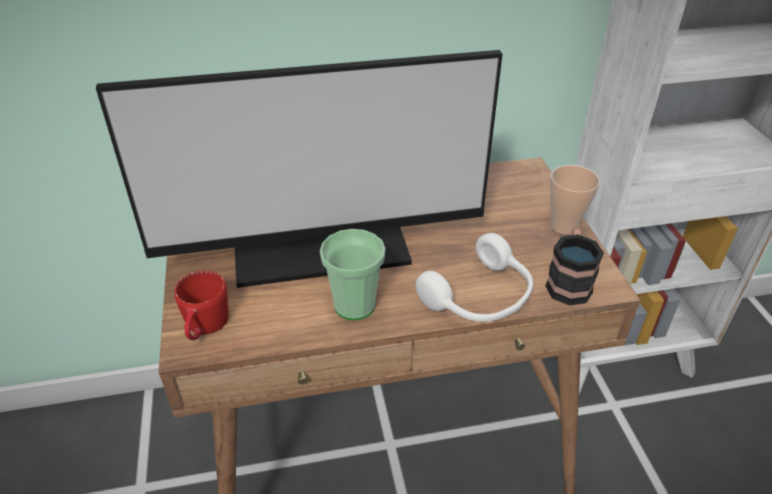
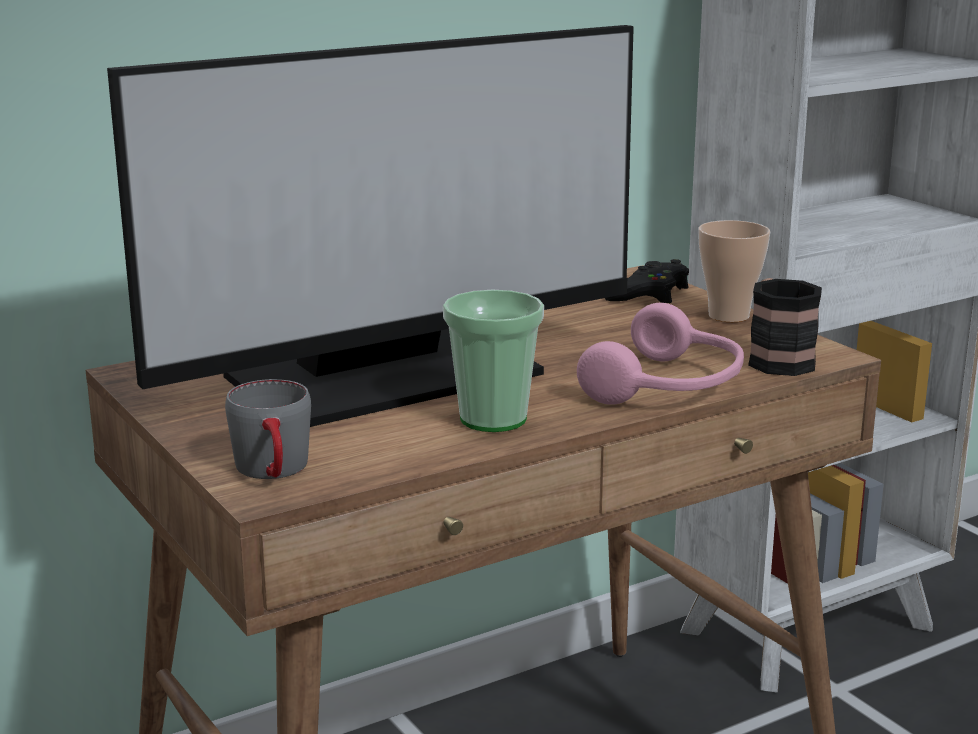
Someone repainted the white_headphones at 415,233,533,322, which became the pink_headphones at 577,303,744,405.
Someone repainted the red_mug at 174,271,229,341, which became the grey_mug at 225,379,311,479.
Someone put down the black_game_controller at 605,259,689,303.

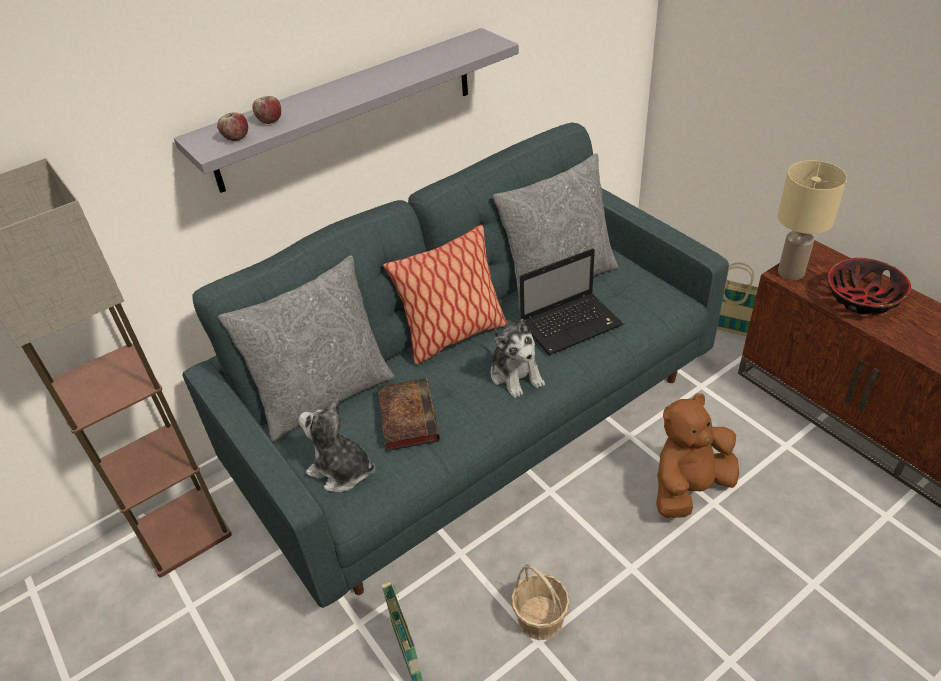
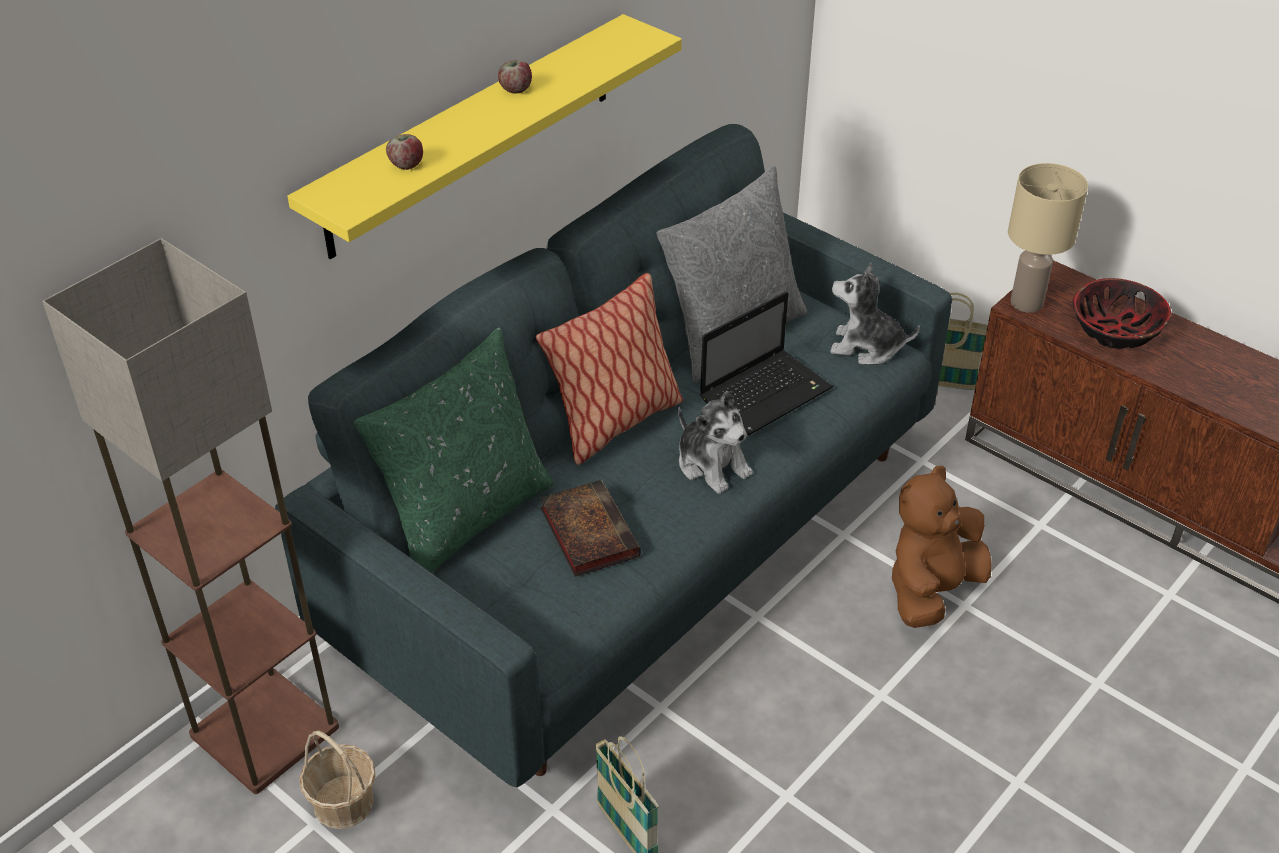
Someone repainted the grey_shelf at 174,28,519,193, which became the yellow_shelf at 287,14,682,259.
Someone carried the apple from 217,112,248,141 to 498,60,532,93.
Someone repainted the grey_pillow at 218,256,395,441, which became the green_pillow at 354,328,554,573.
Someone carried the plush_toy from 299,398,375,492 to 830,263,920,365.
Someone carried the basket from 511,564,570,640 to 299,730,376,829.

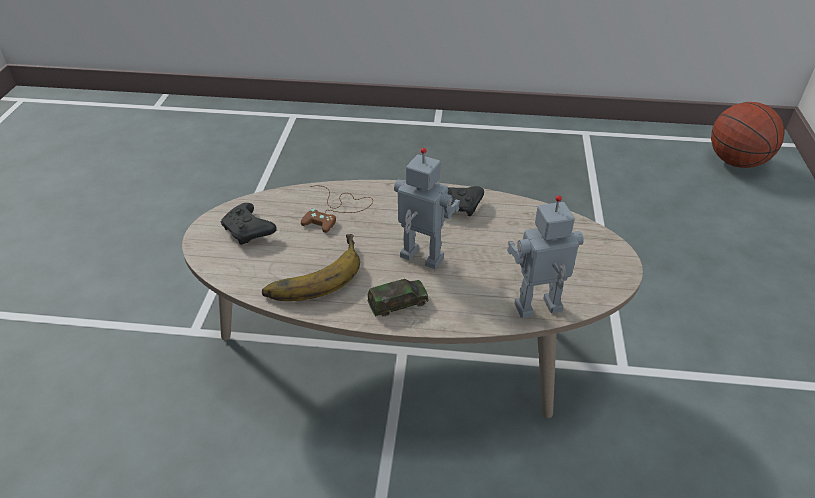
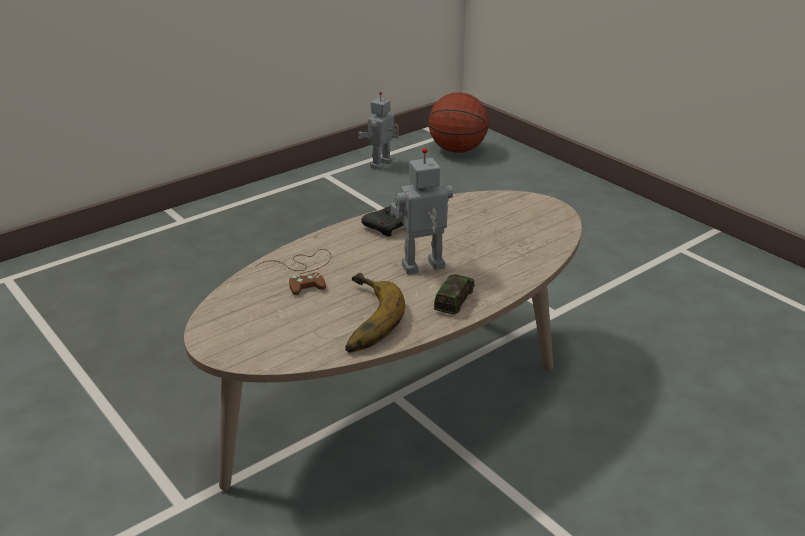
Someone carried the toy_robot from 507,195,584,318 to 358,92,399,170.
Someone took away the black_game_controller at 221,203,277,245.

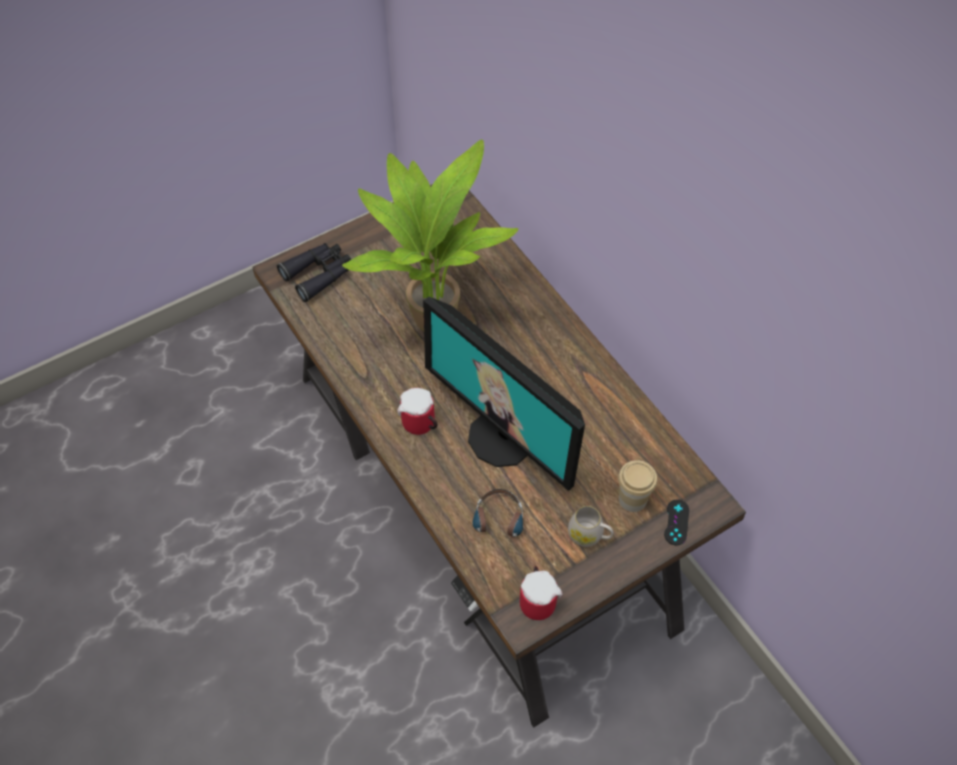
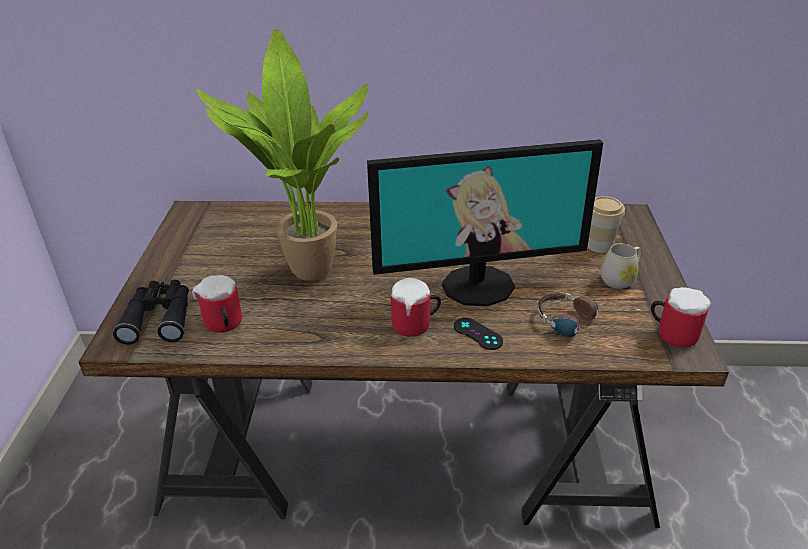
Someone carried the black_game_controller from 664,499,689,545 to 454,318,503,350.
Someone put down the mug at 192,275,242,333.

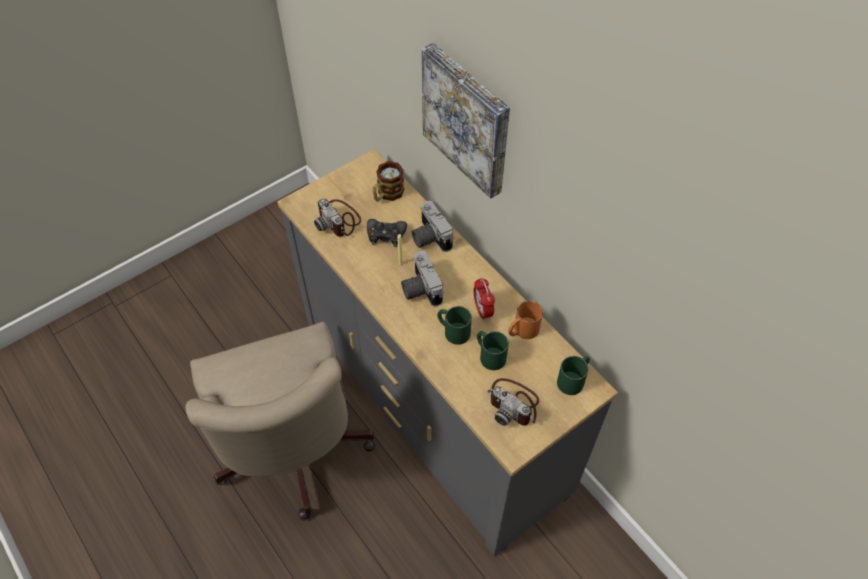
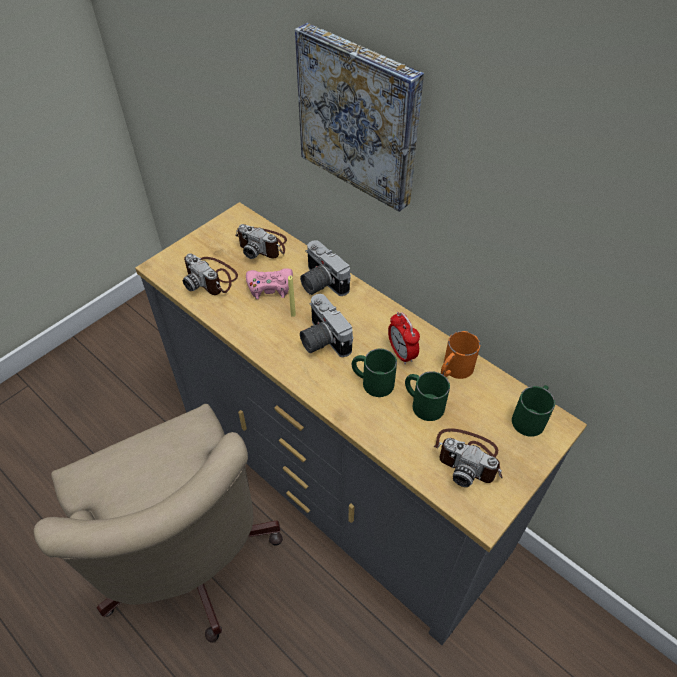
Someone swapped the mug at 373,161,404,202 for the photo_camera at 235,224,287,259.
Someone repainted the black_game_controller at 367,219,407,247, which became the pink_game_controller at 246,268,293,299.

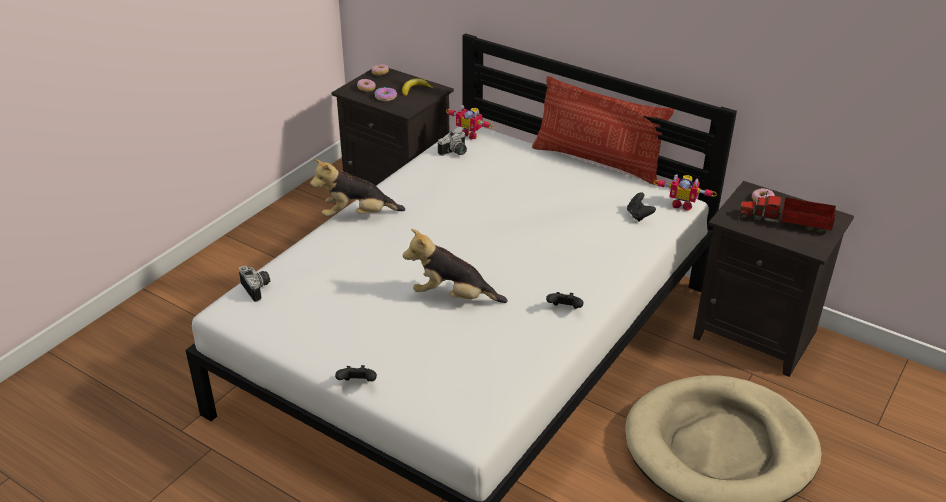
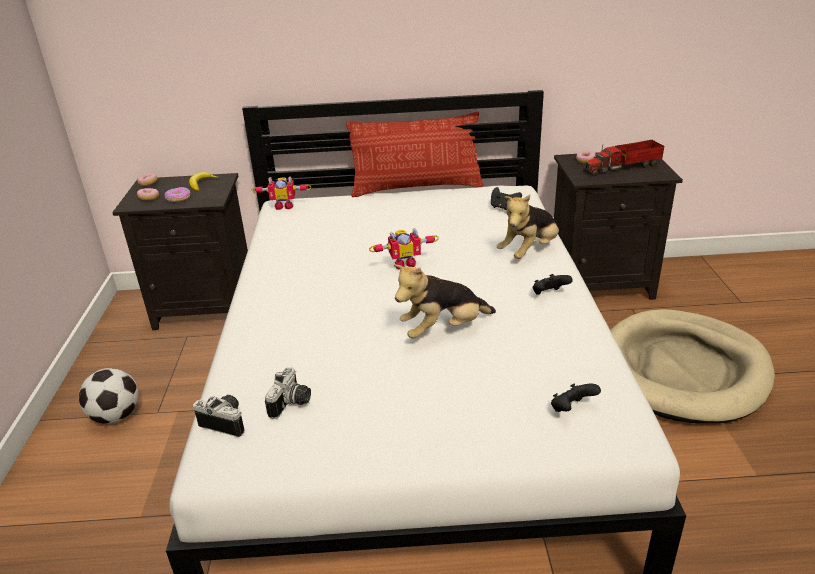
Someone carried the photo_camera from 438,130,467,156 to 265,367,311,419.
Someone carried the plush_toy from 310,159,405,216 to 497,195,559,259.
Someone carried the toy_robot from 653,174,717,211 to 369,228,439,270.
Someone carried the black_game_controller from 335,365,377,381 to 551,384,601,412.
Someone put down the football at 79,368,139,424.

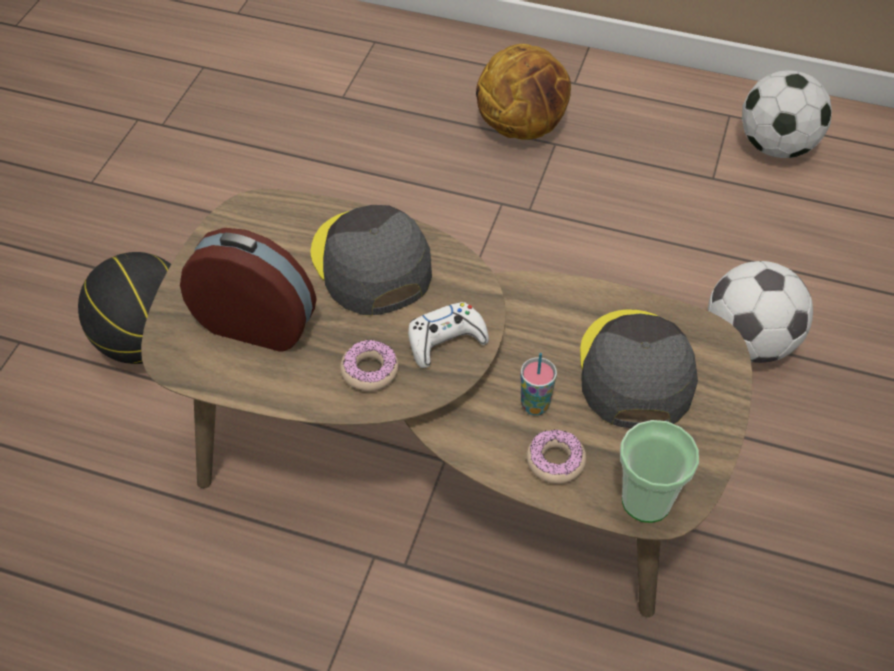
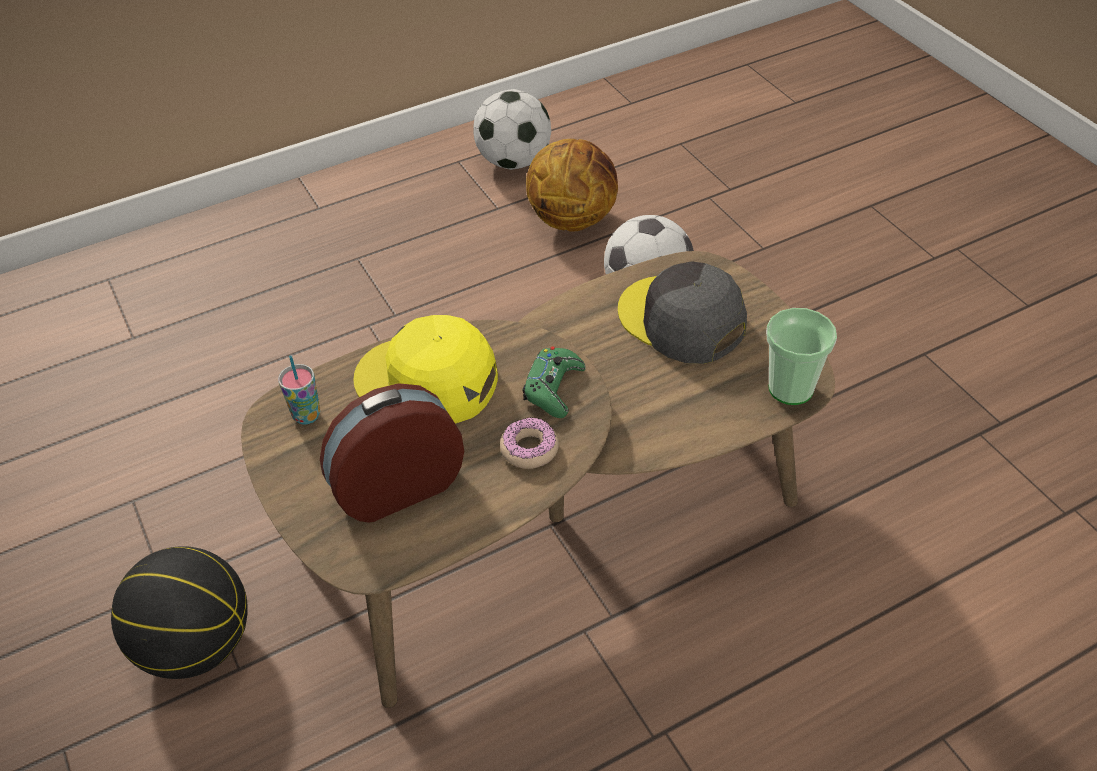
Someone carried the basketball from 476,44,571,140 to 526,139,618,232.
Someone repainted the grey_cap at 311,205,432,316, which became the yellow_cap at 353,315,498,424.
Someone repainted the white_game_controller at 408,302,489,368, which became the green_game_controller at 522,347,586,418.
Someone carried the cup from 521,353,557,415 to 278,355,320,425.
Someone took away the donut at 527,429,586,484.

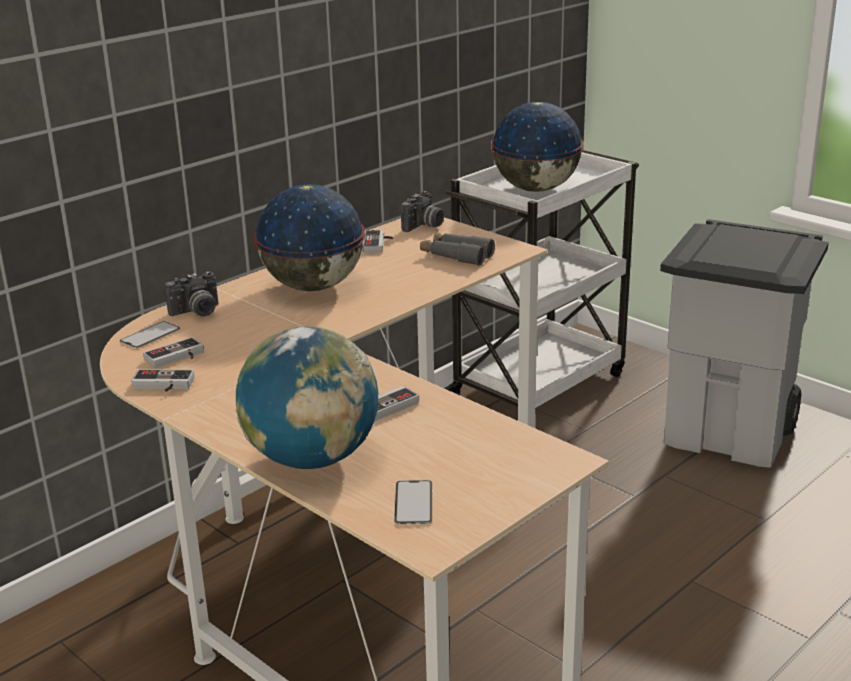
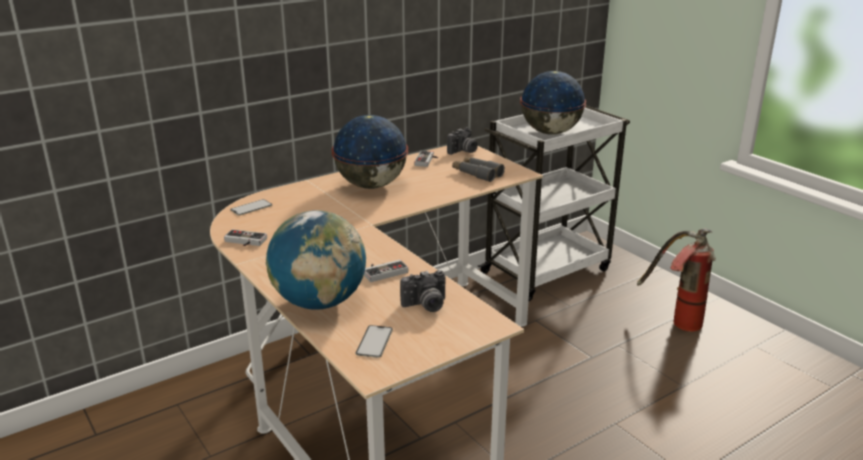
Someone swapped the grey_trash_can at 660,219,829,468 for the fire_extinguisher at 637,229,716,332.
Someone carried the photo_camera from 164,271,218,317 to 400,270,446,312.
Someone took away the game_controller at 143,337,204,368.

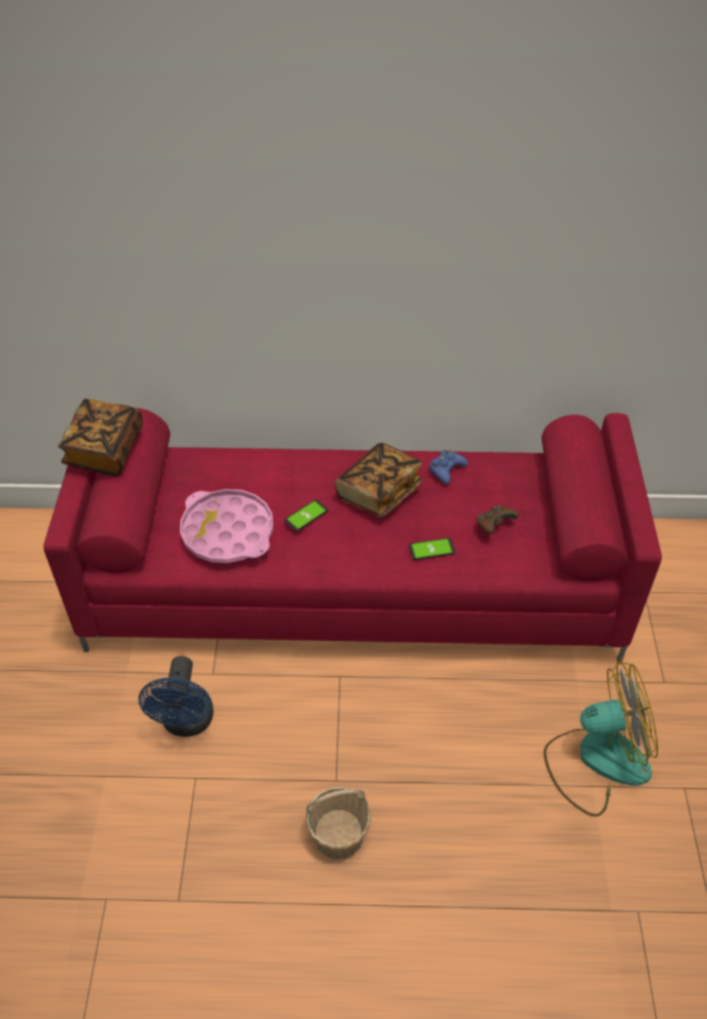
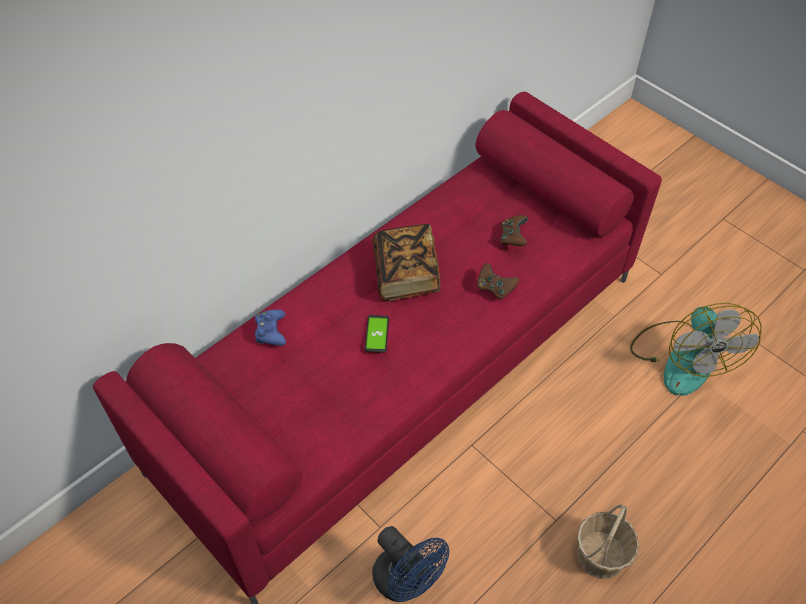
Someone took away the book at 58,399,143,476.
Someone carried the blue_game_controller from 429,450,468,484 to 255,310,286,346.
Someone took away the pink_tray at 180,489,273,563.
Someone swapped the phone at 409,538,455,560 for the brown_game_controller at 477,263,519,300.
Someone rotated the fan at 544,660,658,817 by 135 degrees clockwise.

